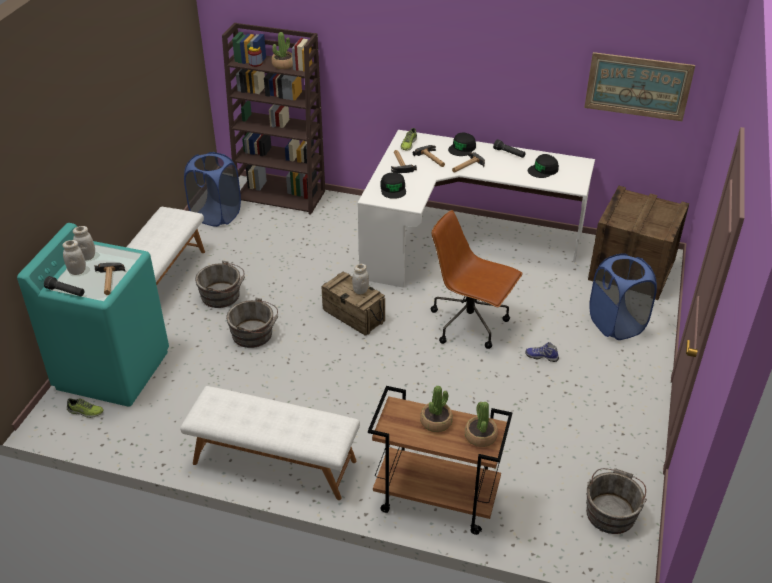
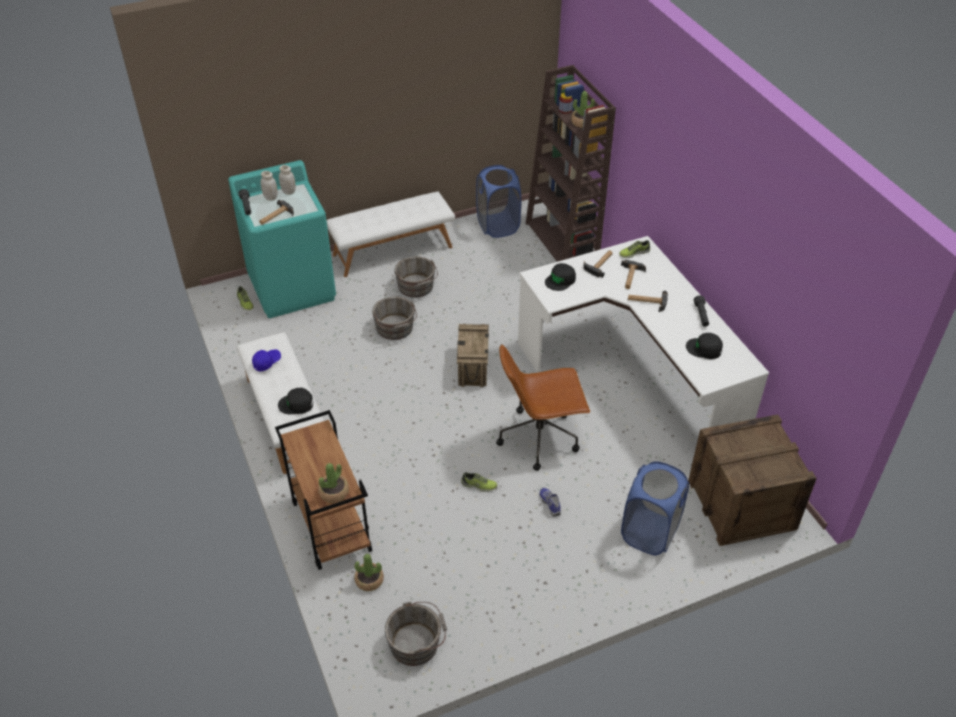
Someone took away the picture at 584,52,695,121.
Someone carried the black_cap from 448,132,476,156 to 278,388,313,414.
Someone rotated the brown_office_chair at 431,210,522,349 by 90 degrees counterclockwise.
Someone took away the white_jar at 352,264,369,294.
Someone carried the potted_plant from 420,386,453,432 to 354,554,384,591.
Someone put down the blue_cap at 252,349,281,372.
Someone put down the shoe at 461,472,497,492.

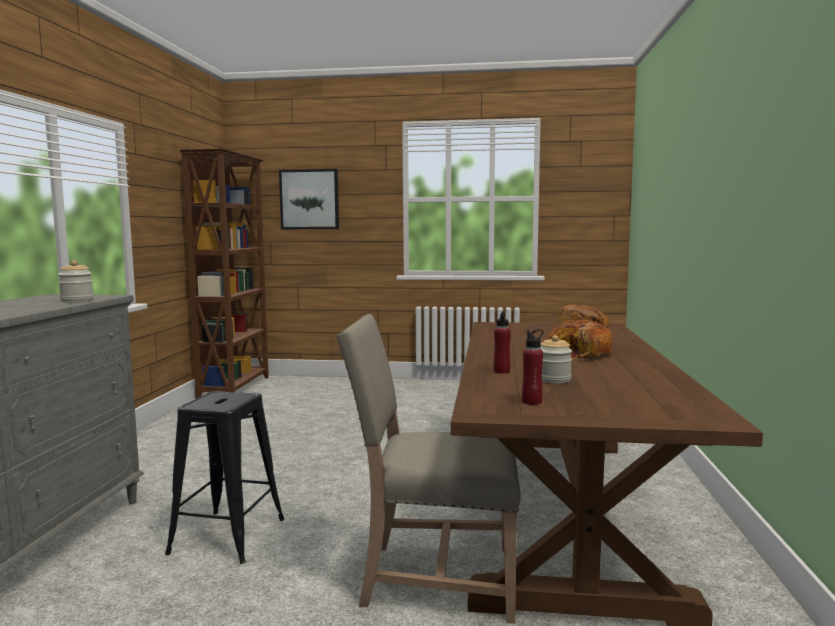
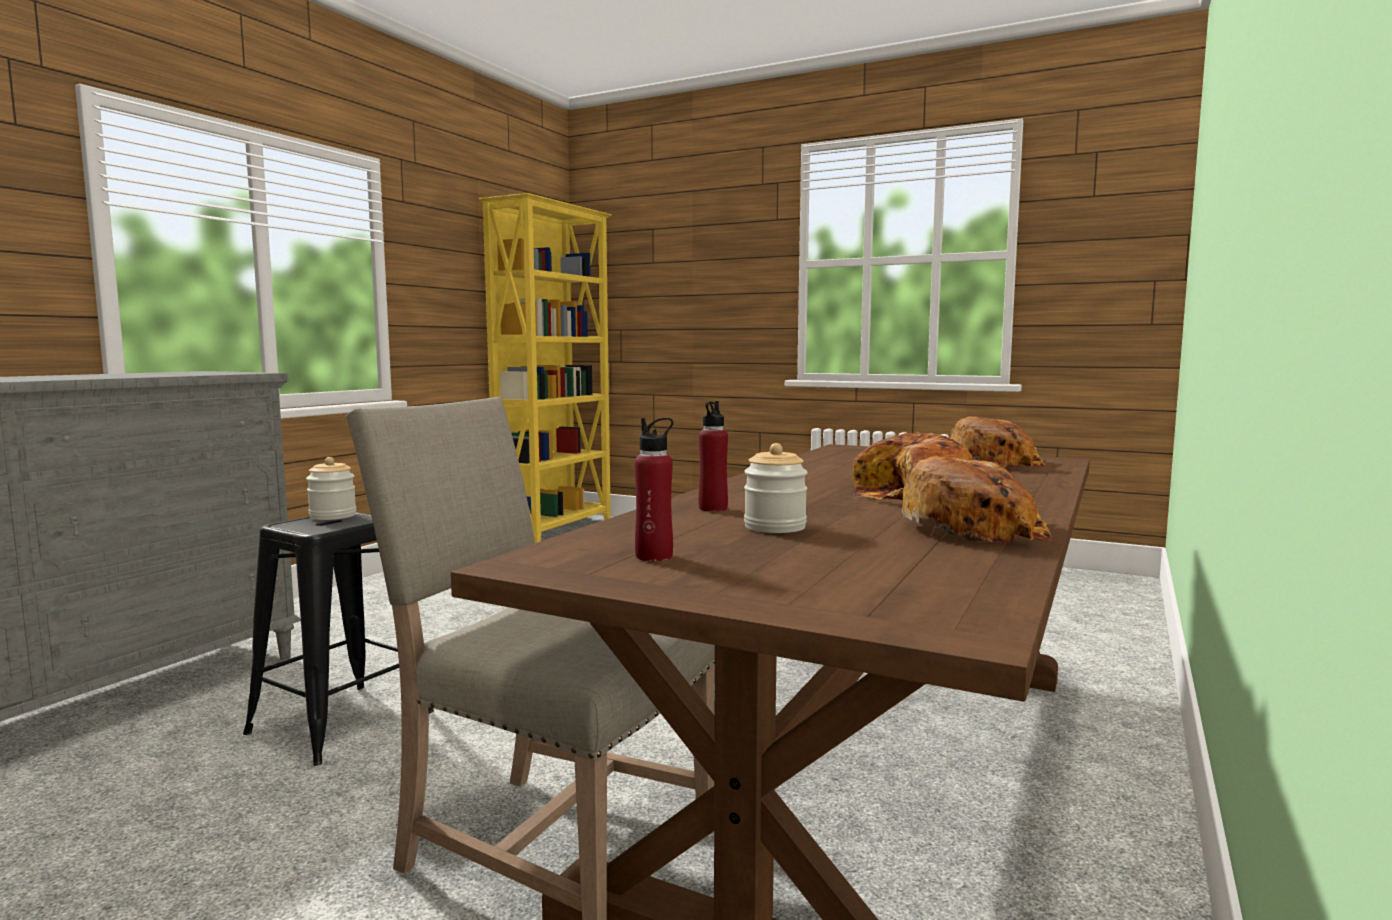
Someone repainted the brown_bookcase at 179,148,269,399, which became the yellow_bookcase at 479,193,612,543.
Someone took away the picture at 279,169,339,229.
Someone carried the jar from 58,260,94,302 to 306,457,356,520.
Someone put down the bread at 902,456,1052,542.

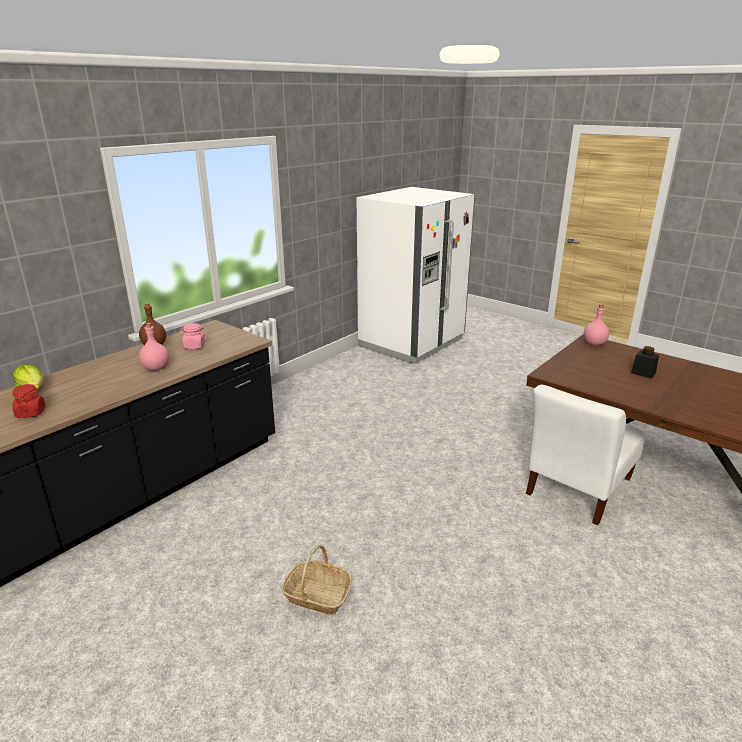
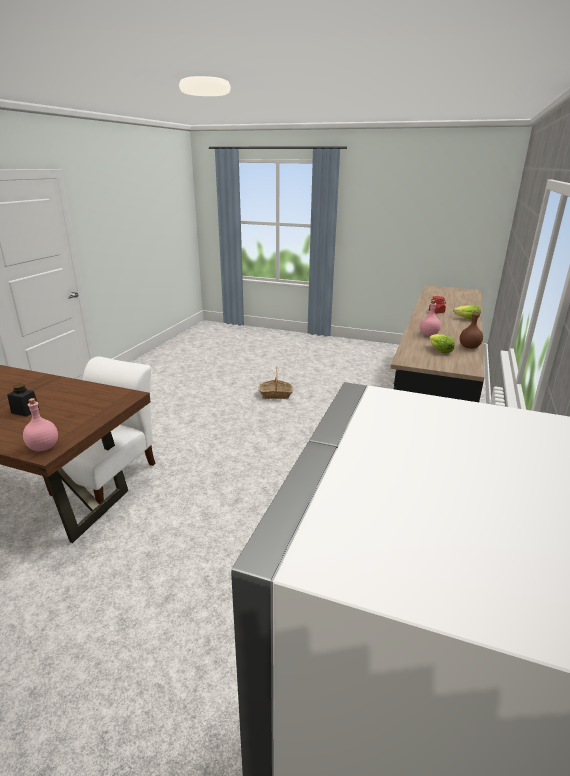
Someone swapped the pink_jar at 180,323,206,349 for the lettuce at 429,334,455,353.

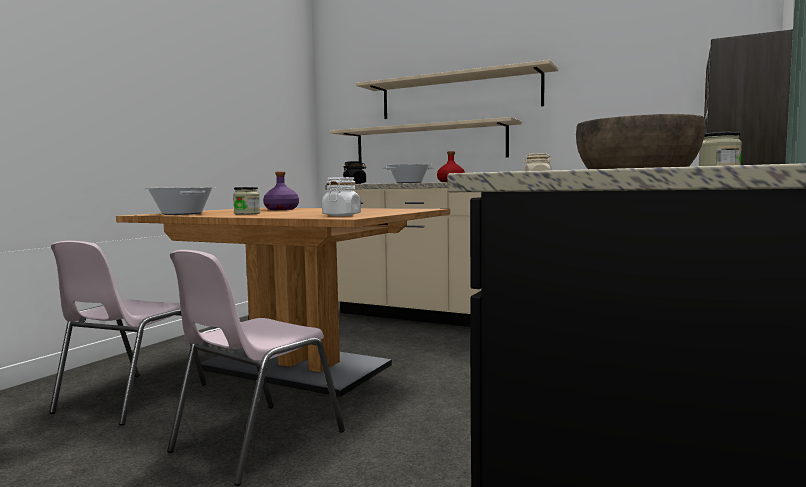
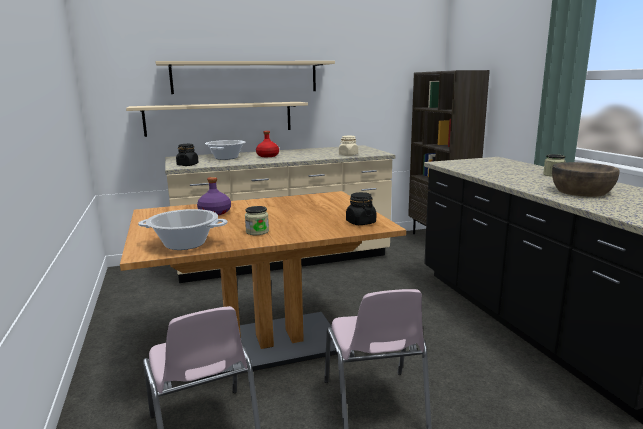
Someone repainted the white_jar at 322,177,361,216, which became the black_jar at 346,192,376,225.

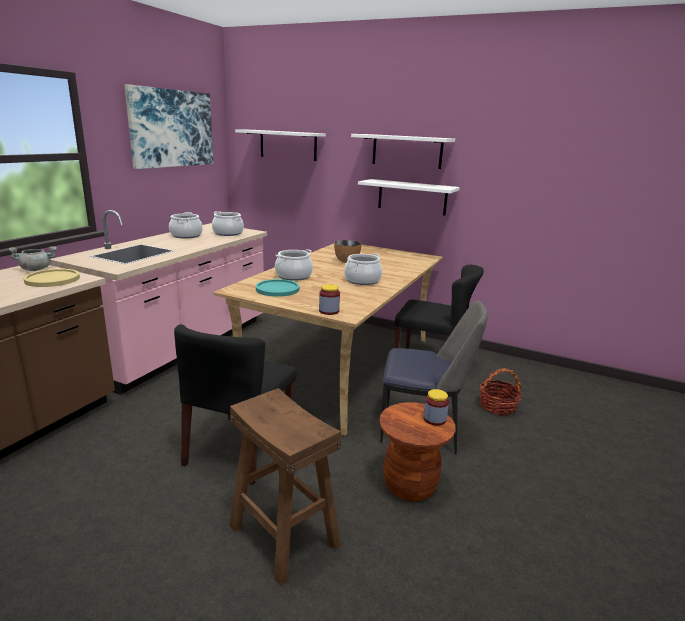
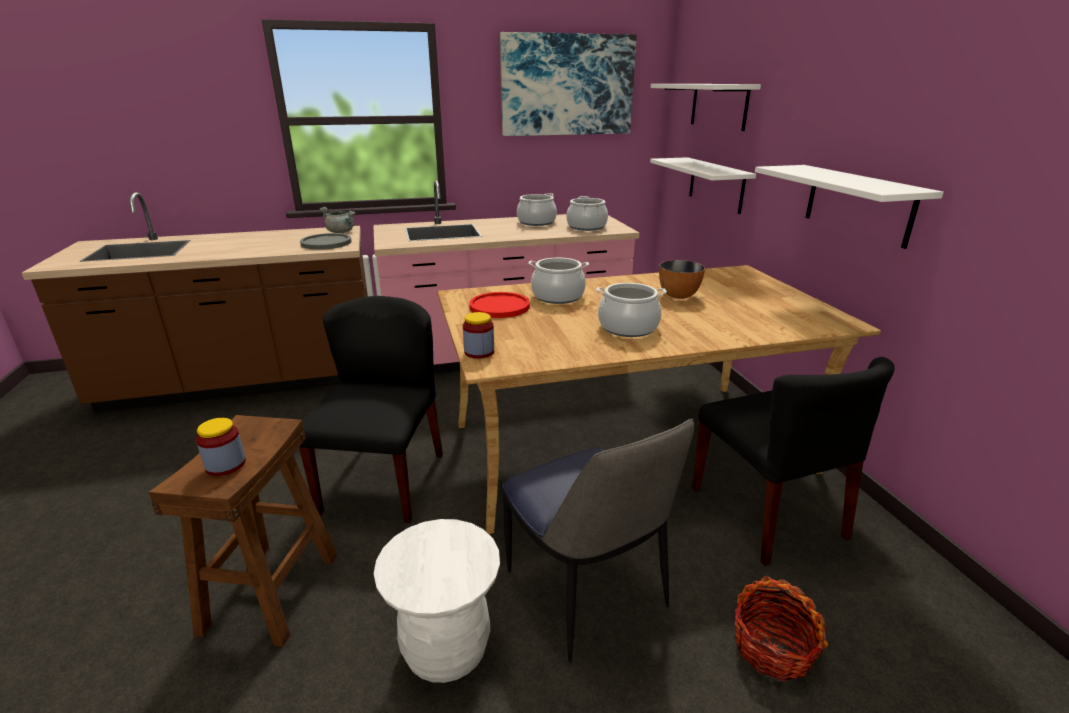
Someone carried the white_shelf from 351,134,455,169 to 650,157,756,214.
Someone repainted the yellow_plate at 23,269,80,287, which became the grey_plate at 300,233,352,250.
Someone repainted the turquoise_plate at 256,279,300,297, which became the red_plate at 469,292,530,318.
Someone rotated the black_chair at 174,324,297,485 by 120 degrees clockwise.
Someone carried the jar from 423,389,449,426 to 196,418,246,476.
Someone repainted the brown_stool at 379,402,456,501, which became the white_stool at 374,519,500,683.

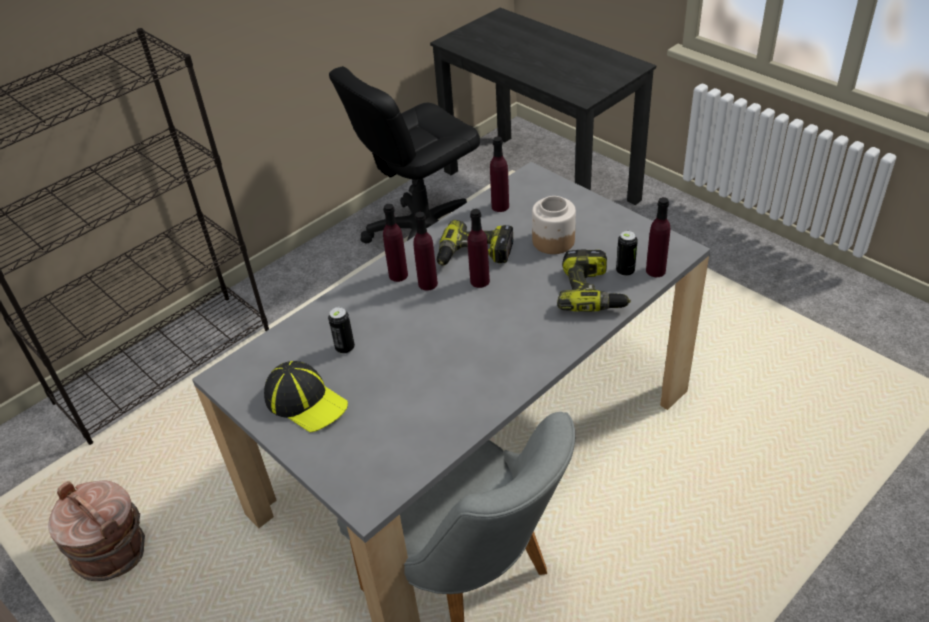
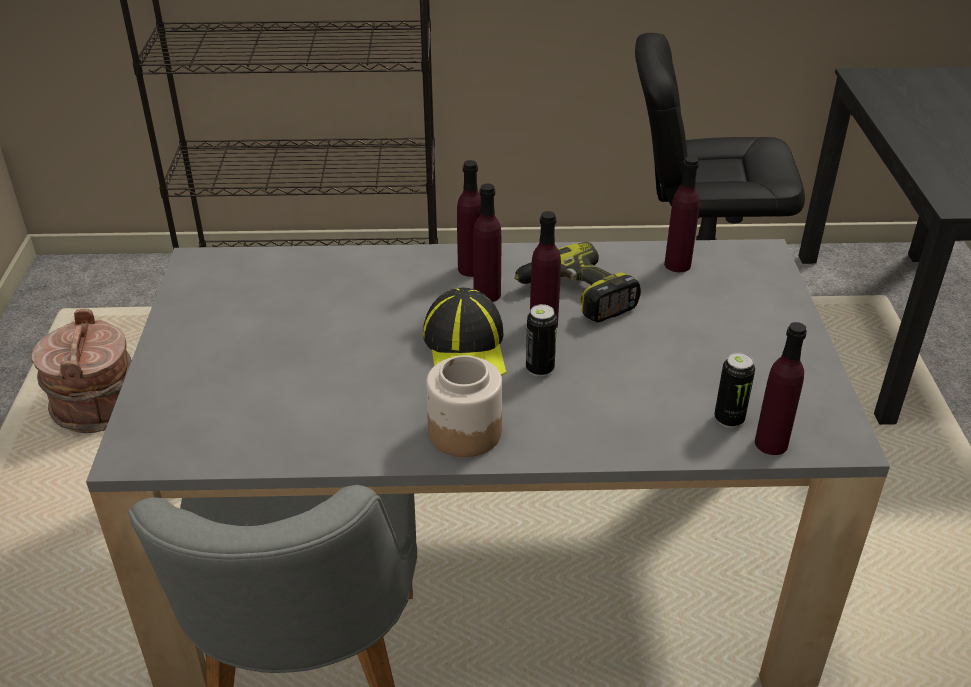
Someone carried the jar from 532,196,576,254 to 426,355,502,457.
Someone took away the power_drill at 557,250,631,312.
Someone carried the can from 328,307,355,354 to 526,304,557,377.
Someone carried the cap from 264,361,348,433 to 423,288,506,376.

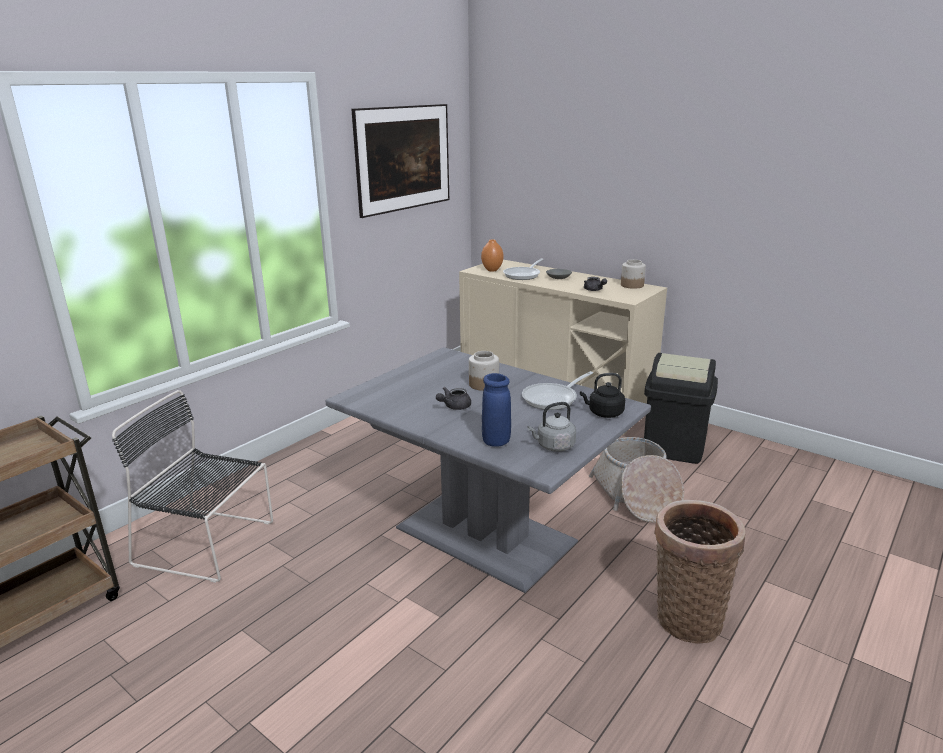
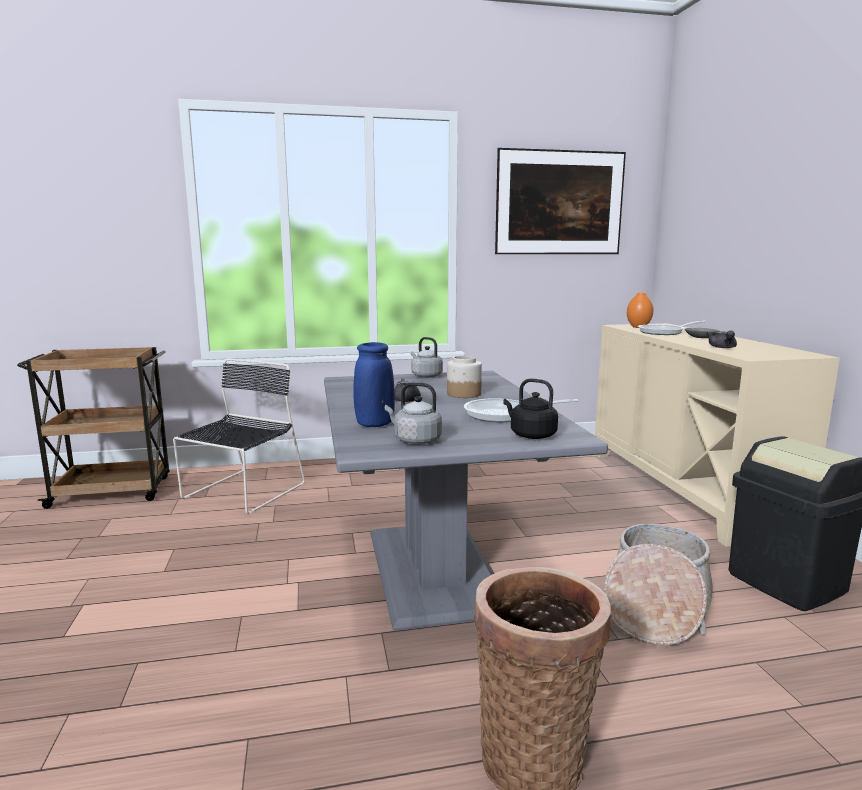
Someone took away the jar at 621,259,646,289.
Someone rotated the black_chair at 112,390,273,583 by 60 degrees clockwise.
Someone put down the grey_kettle at 411,337,443,378.

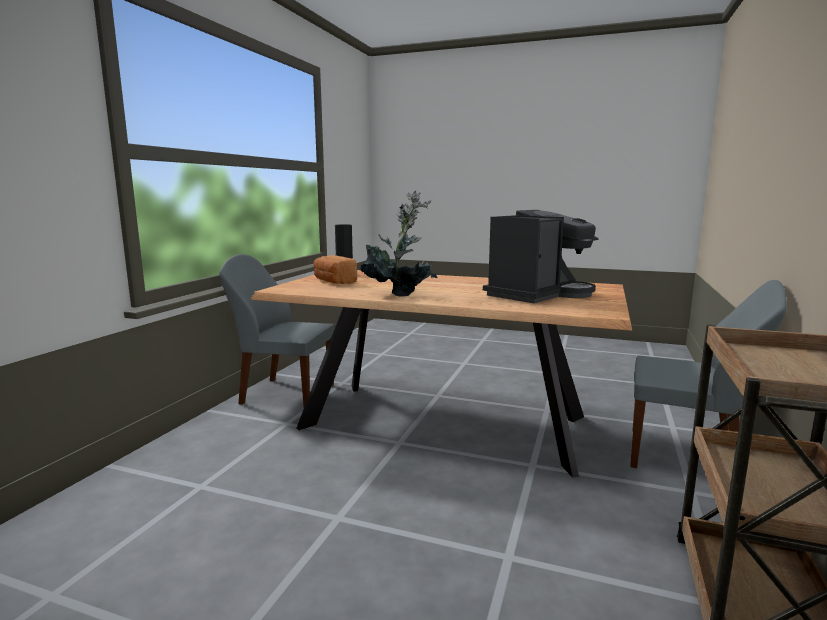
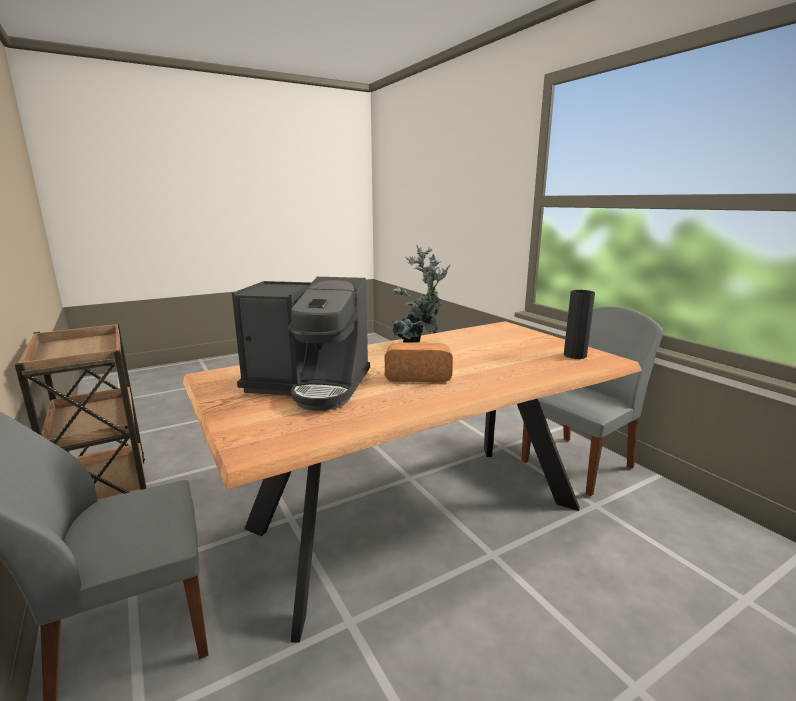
Someone rotated the coffee_machine at 483,210,599,303 by 75 degrees counterclockwise.
Someone carried the bread from 314,255,357,284 to 384,342,453,383.

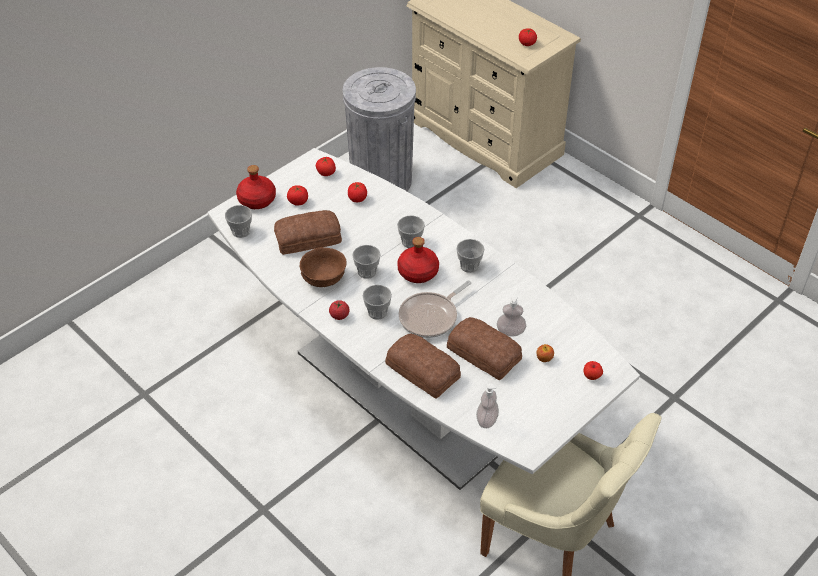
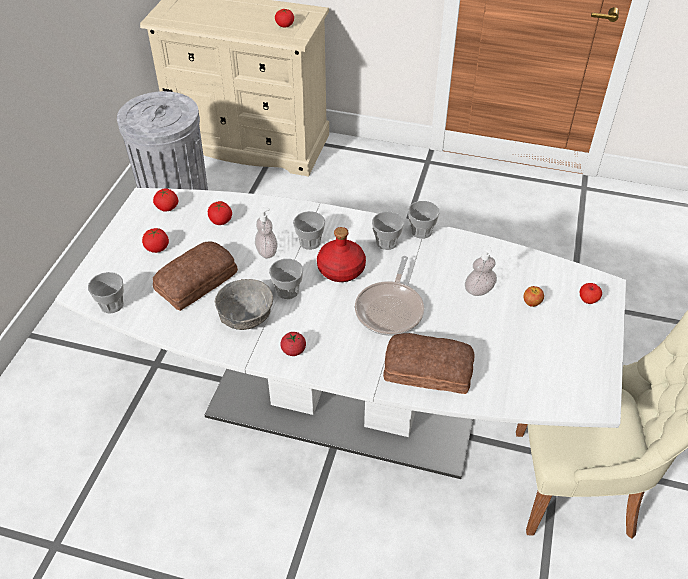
Someone took away the red_bottle at 236,165,276,209.
Someone repainted the brown_bowl at 299,247,347,287, which became the grey_bowl at 215,279,273,330.
Someone carried the cup from 363,285,392,320 to 408,201,440,239.
Someone took away the bread at 447,317,522,380.
Someone carried the soap_dispenser from 476,383,499,428 to 255,207,278,259.

